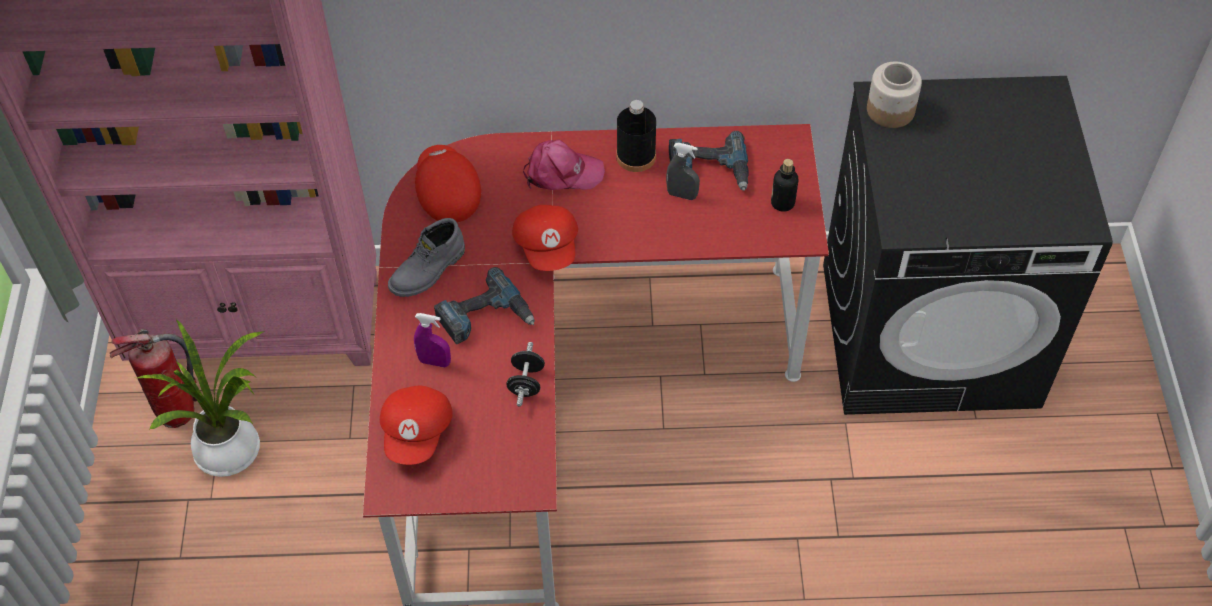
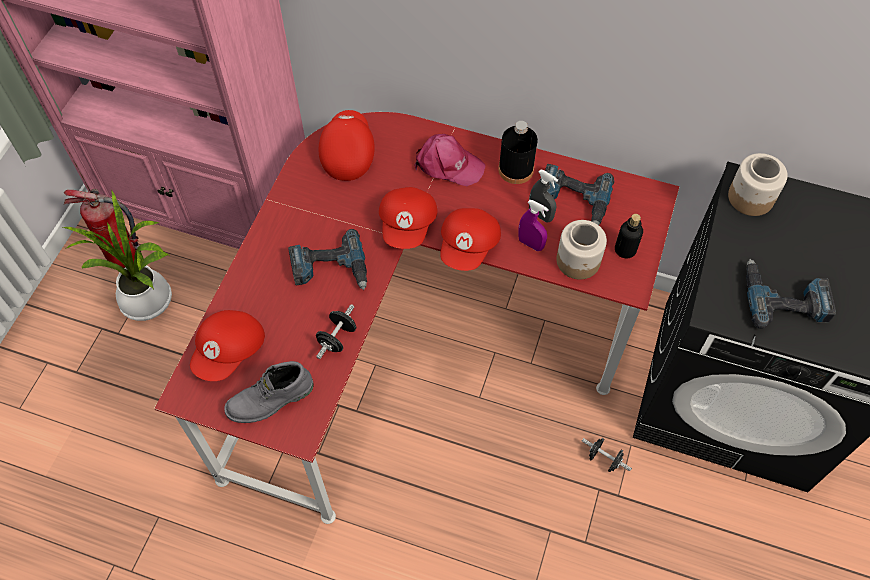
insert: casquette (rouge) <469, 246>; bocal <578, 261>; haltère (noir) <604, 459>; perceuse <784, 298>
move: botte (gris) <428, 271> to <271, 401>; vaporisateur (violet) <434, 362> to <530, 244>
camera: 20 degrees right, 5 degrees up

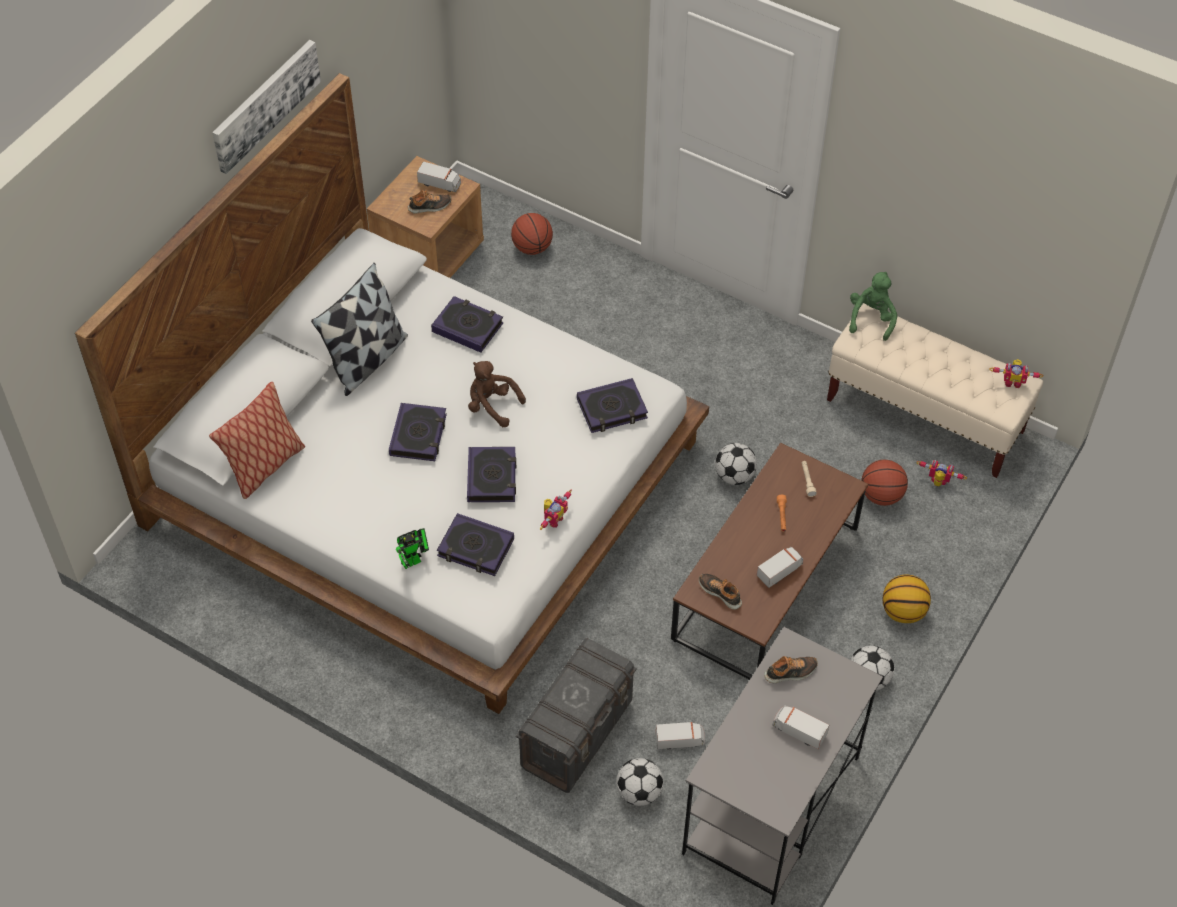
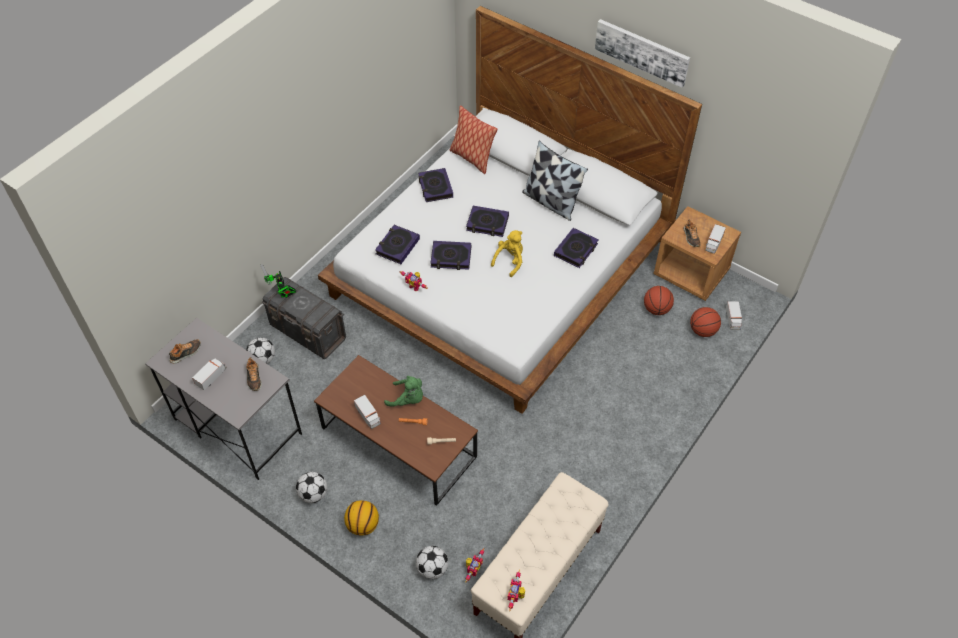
move: robot jouet <414, 560> to <283, 294>; livre <612, 409> to <435, 187>; camion jouet <680, 740> to <732, 319>; chaussure <720, 593> to <186, 353>; ballon de foot <734, 476> to <432, 568>; peluche (vert) <871, 319> to <408, 399>; ballon de basket <881, 495> to <656, 309>
recolor: peluche (marron) <492, 406> to peluche (jaune) <510, 261>
camera: 95 degrees right, 0 degrees up

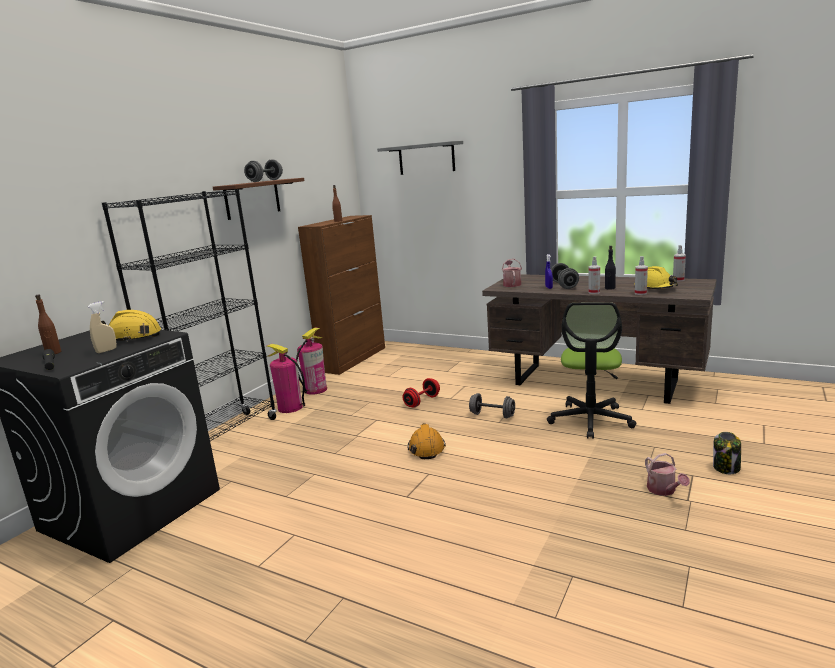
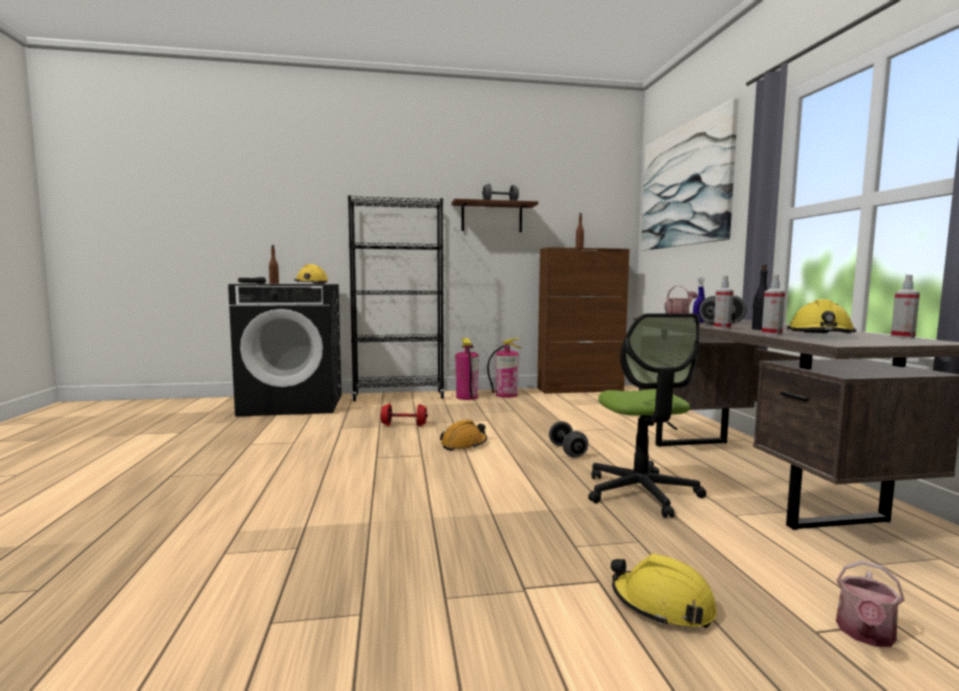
delete: vaporisateur (beige) <106, 350>
move: haltère (rouge) <422, 401> to <404, 425>; arrosoir <663, 490> to <865, 635>
replace: étagère (gris) <426, 158> to tableau <684, 186>; bocal <726, 468> to casque de chantier (jaune) <662, 605>
rotate: chaise de bureau <590, 420> = <641, 493> 75 degrees counterclockwise
camera: 50 degrees right, 10 degrees down

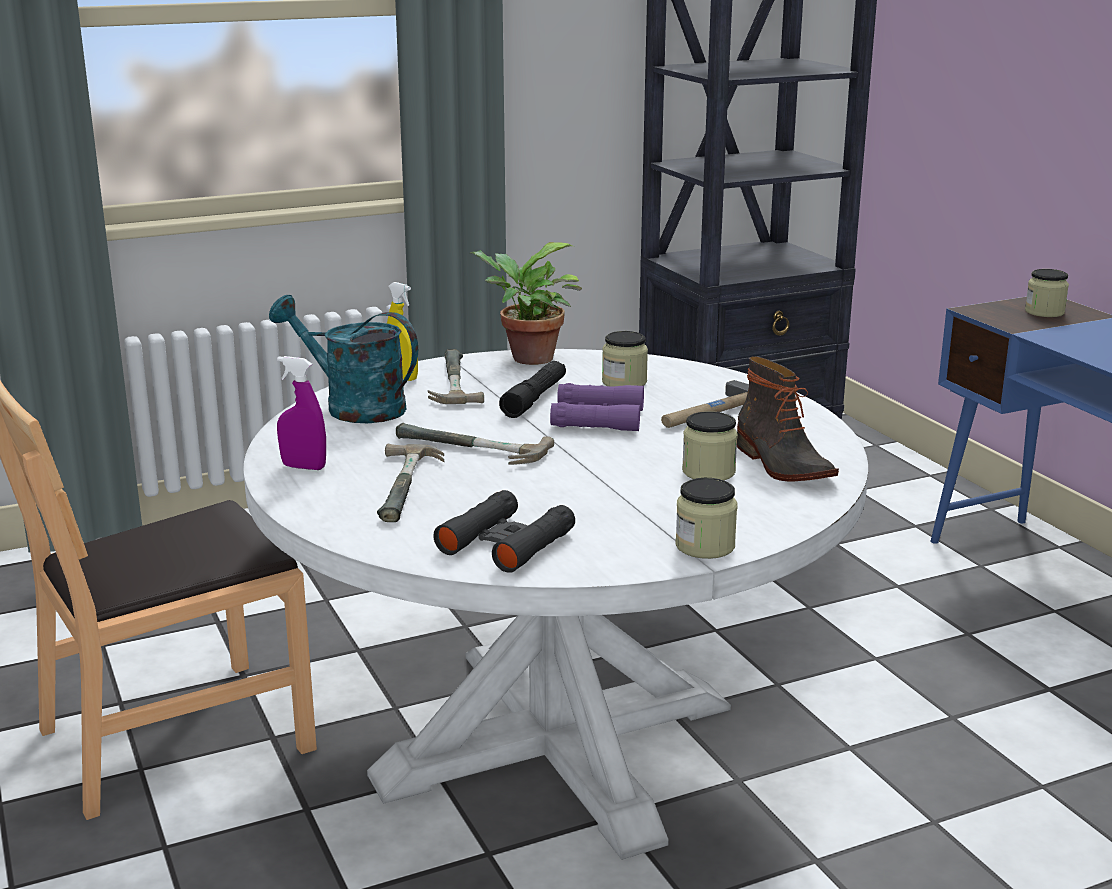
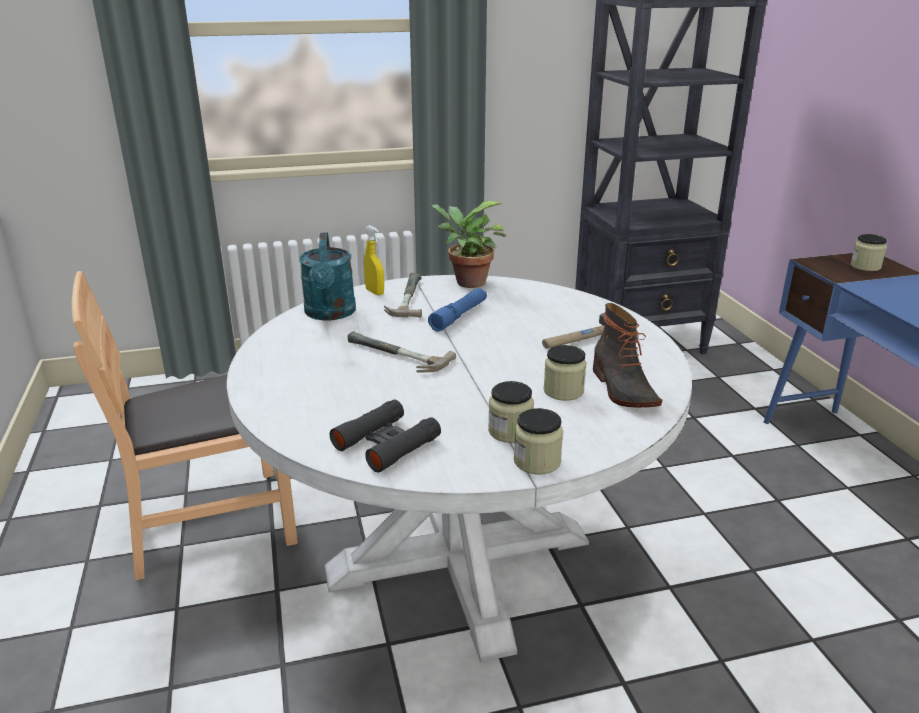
delete: vaporisateur (violet) <303, 467>; marteau <412, 486>; jumelles (violet) <597, 418>
move: bocal <624, 382> to <510, 431>
recolor: lampe de poche (noir) <535, 399> to lampe de poche (bleu) <459, 316>
rotate: arrosoir (turquoise) <353, 407> = <330, 314> 135 degrees counterclockwise
camera: 10 degrees right, 5 degrees up

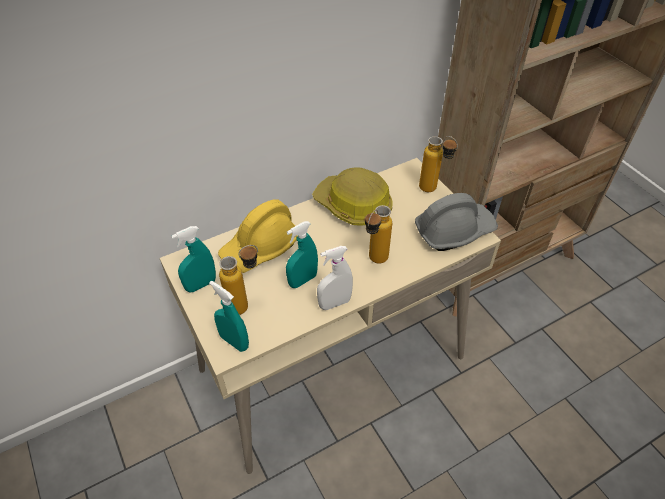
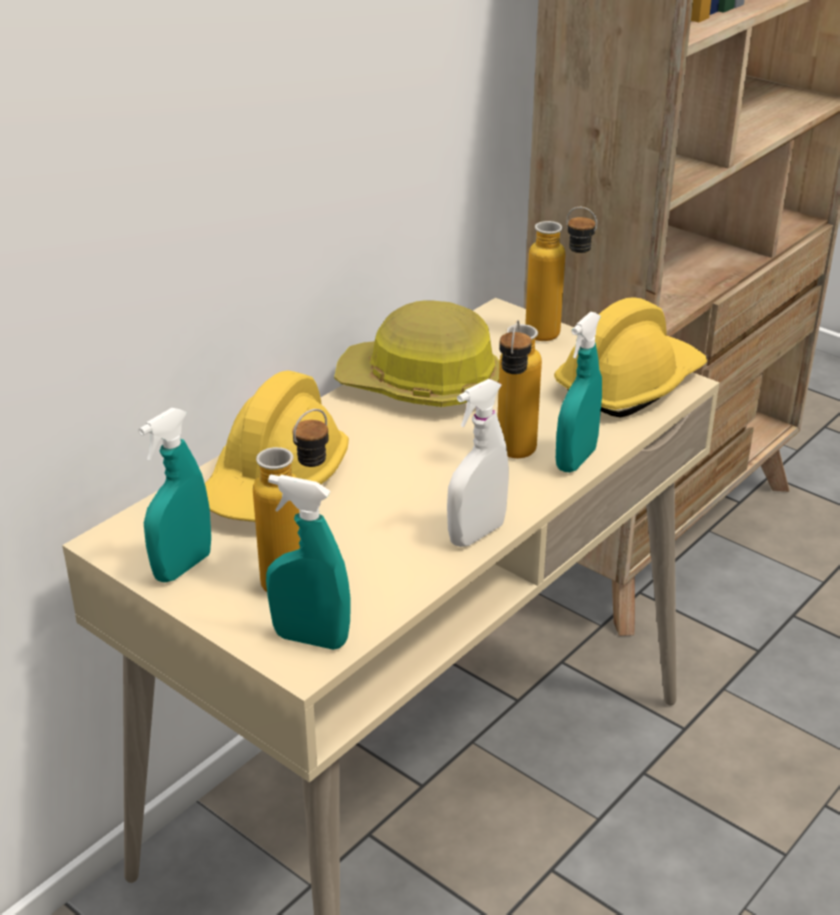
move: vaporisateur (turquoise) <302, 280> to <576, 460>
recolor: casque de chantier (gris) <454, 230> to casque de chantier (jaune) <629, 385>
camera: 20 degrees left, 15 degrees down

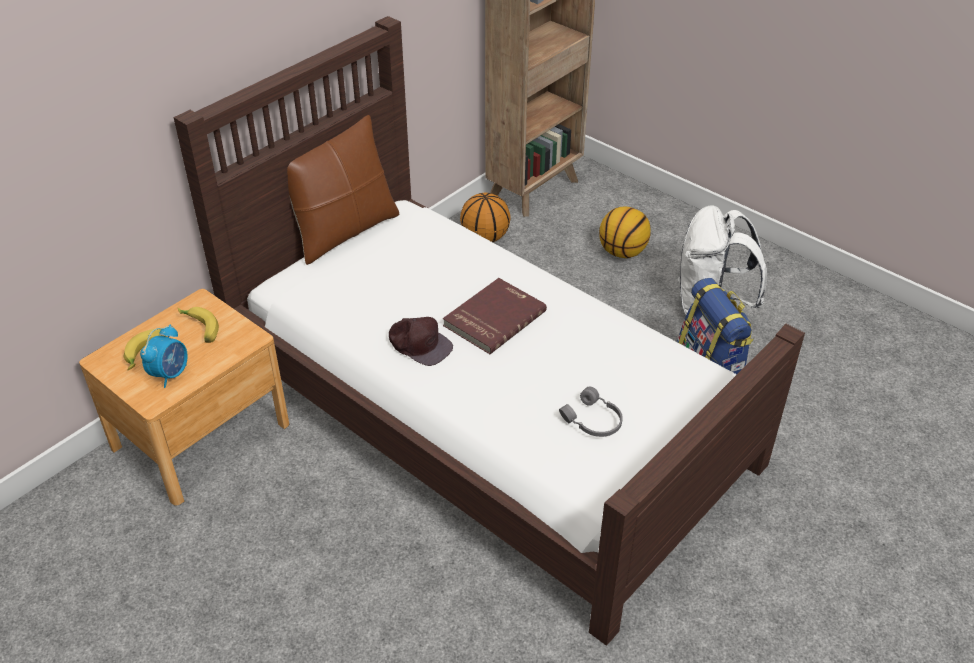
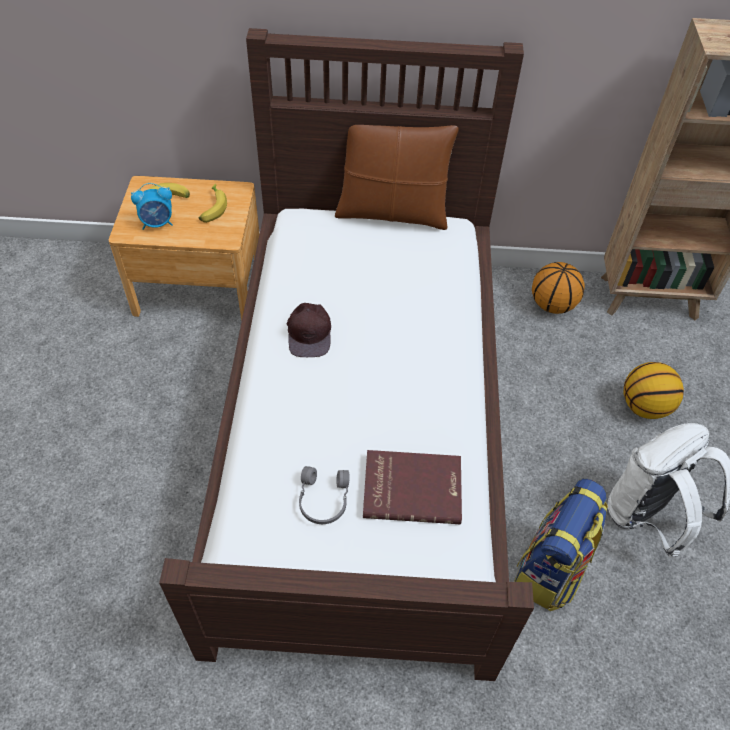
move: livre (rouge) <493, 318> to <412, 487>
camera: 50 degrees right, 10 degrees up

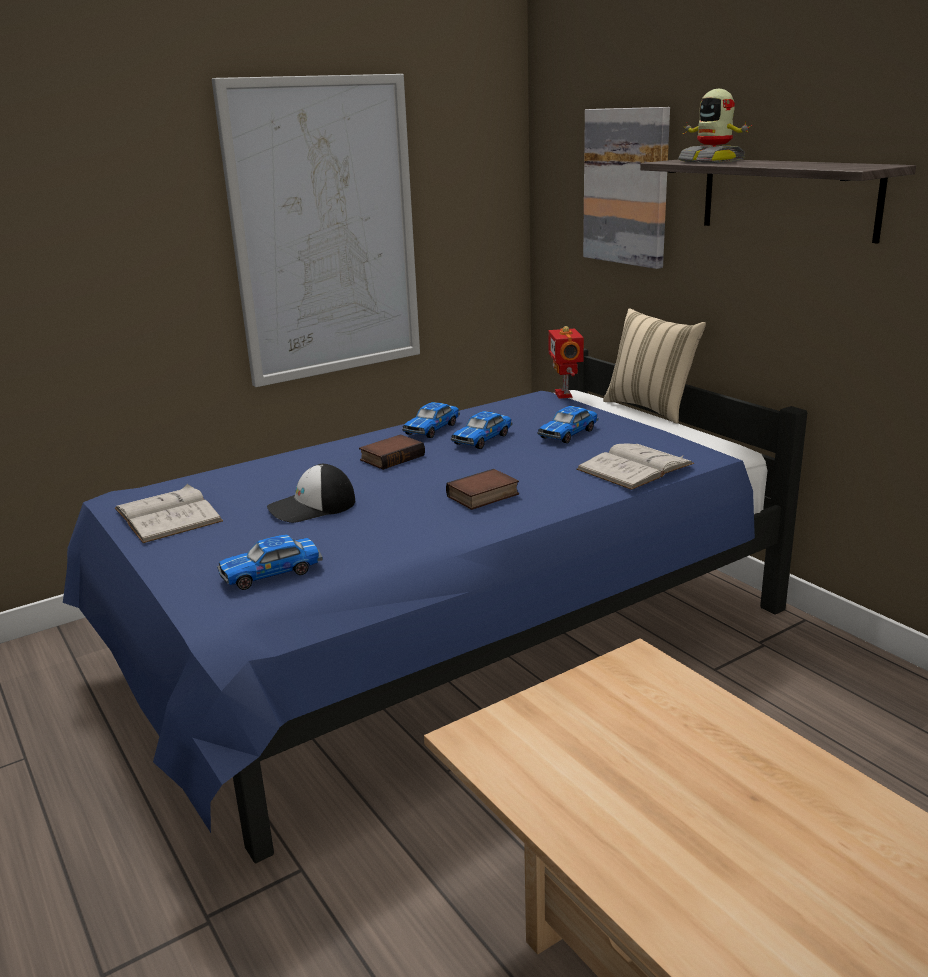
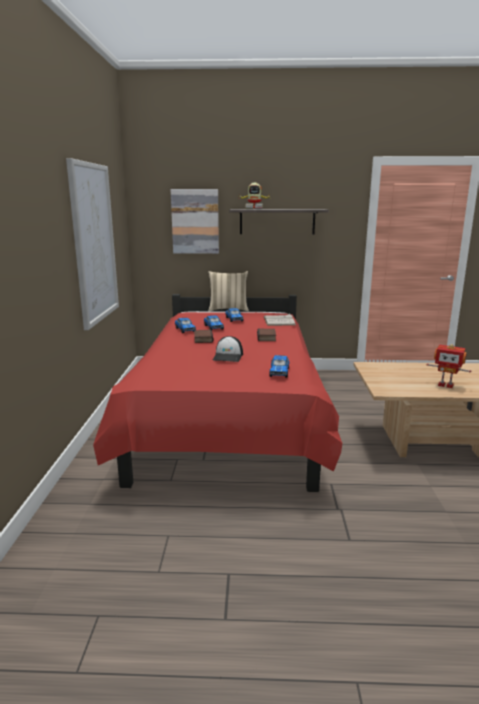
delete: livre (blanc) <167, 515>
move: robot jouet <565, 394> to <445, 385>
recolor: lit (bleu) <442, 642> to lit (rouge) <227, 419>
camera: 55 degrees left, 5 degrees down

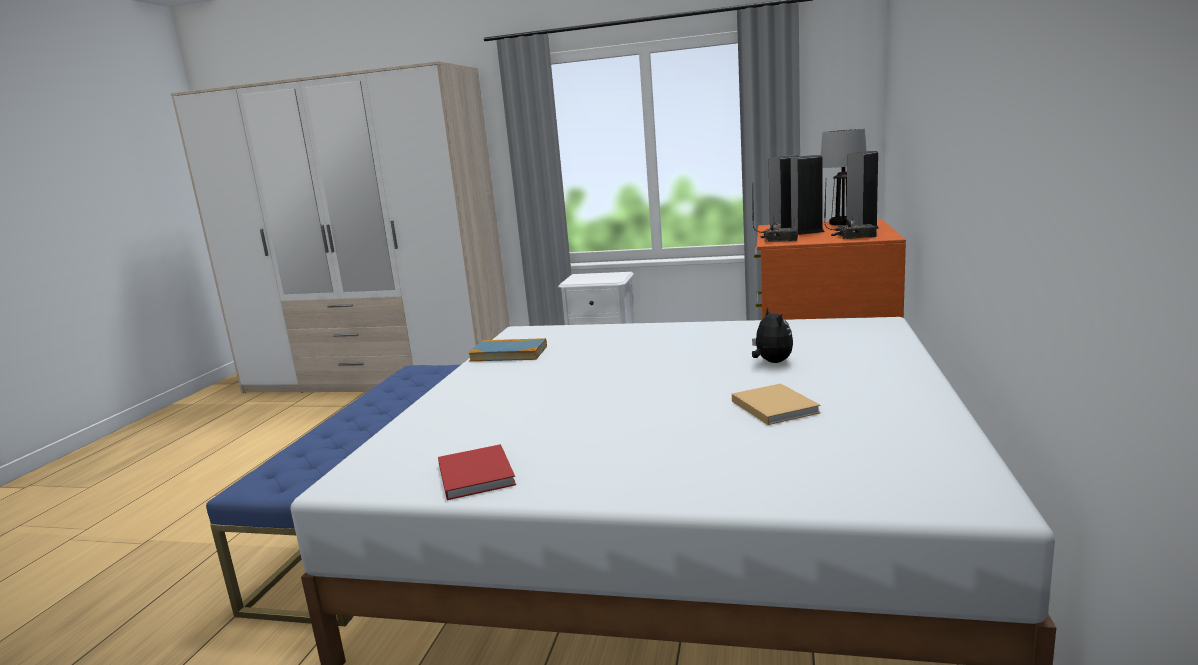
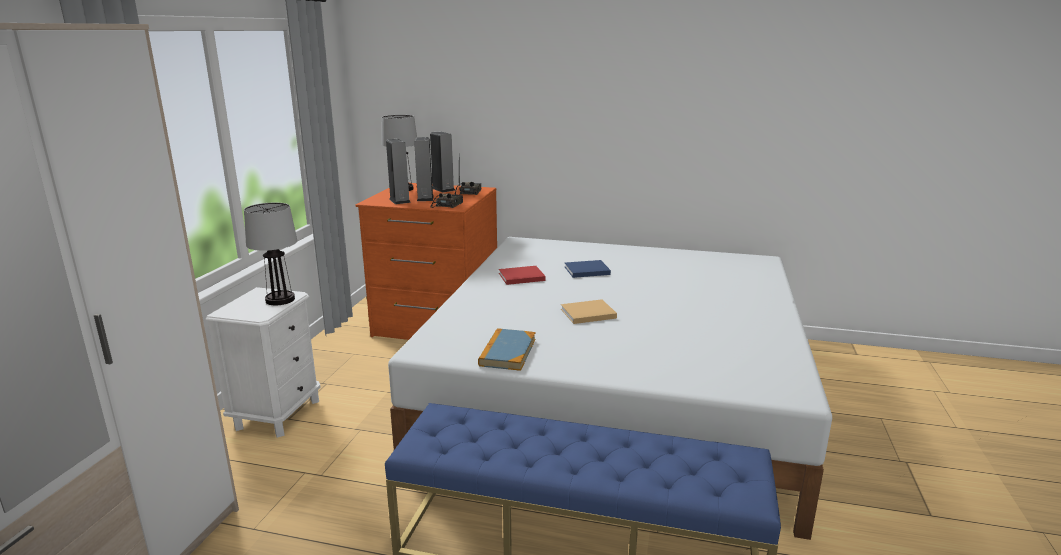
insert: lampe de table <279, 300>
move: livre (rouge) <475, 473> to <520, 277>; livre (beige) <773, 406> to <586, 314>
replace: peluche <771, 362> to livre (bleu) <585, 270>
camera: 90 degrees left, 5 degrees up

